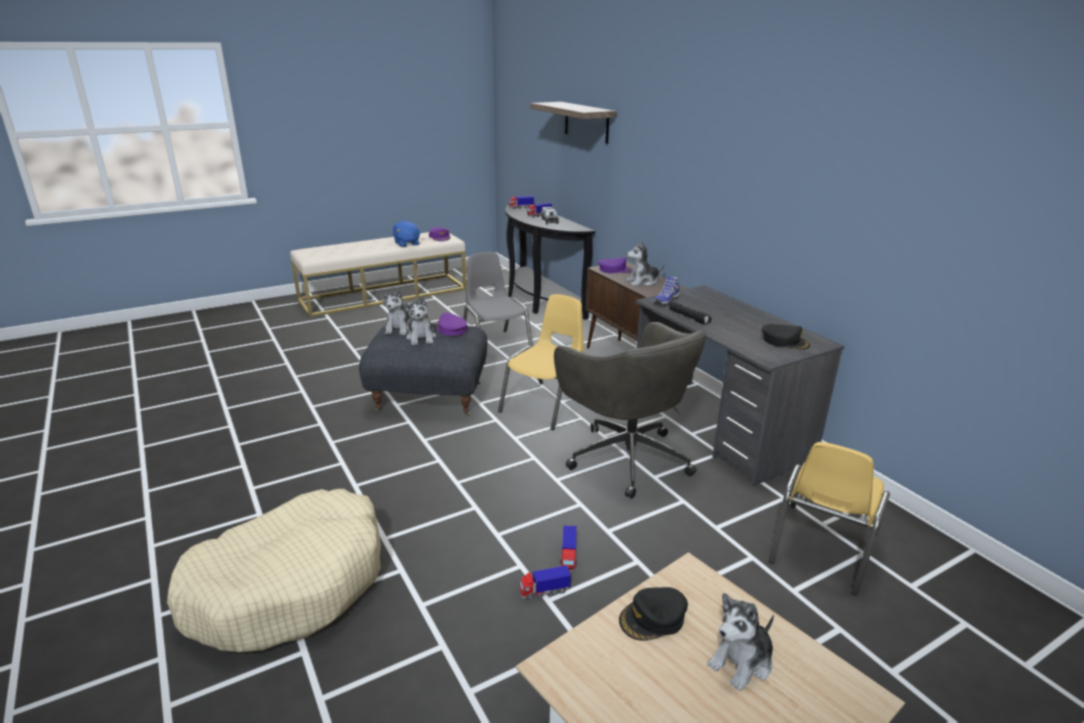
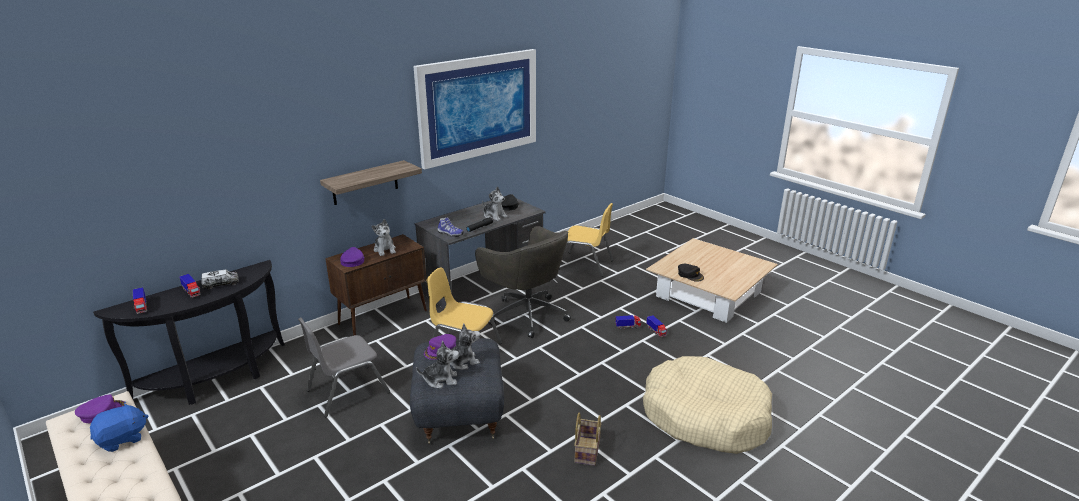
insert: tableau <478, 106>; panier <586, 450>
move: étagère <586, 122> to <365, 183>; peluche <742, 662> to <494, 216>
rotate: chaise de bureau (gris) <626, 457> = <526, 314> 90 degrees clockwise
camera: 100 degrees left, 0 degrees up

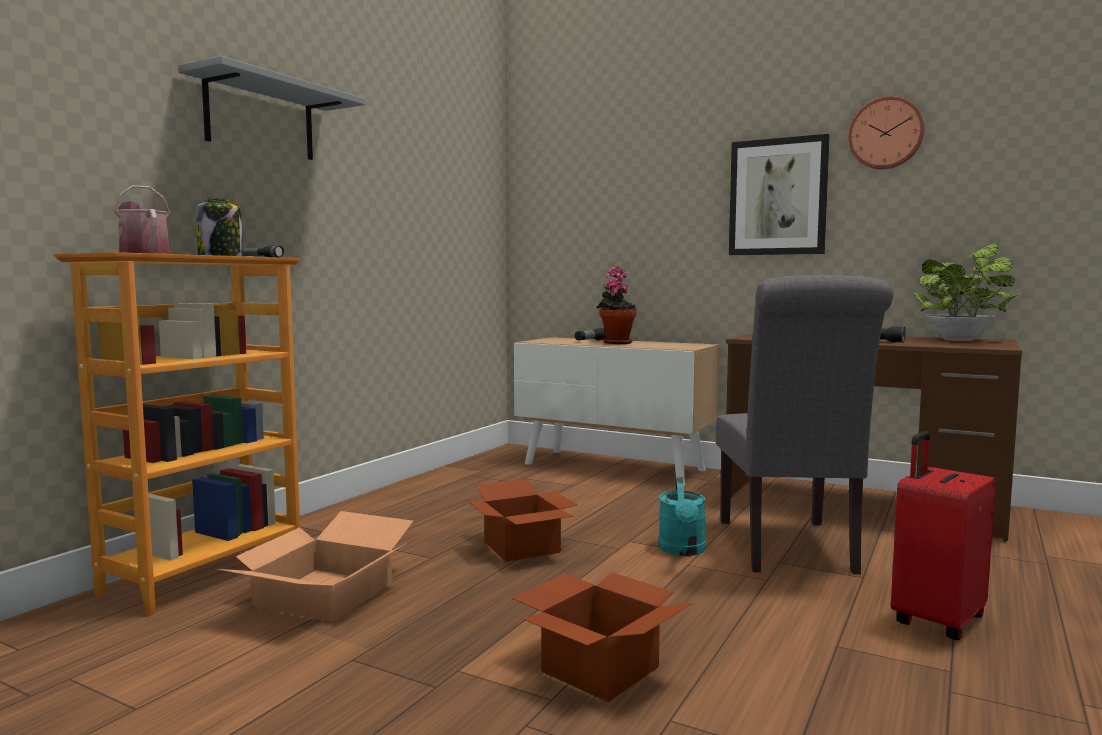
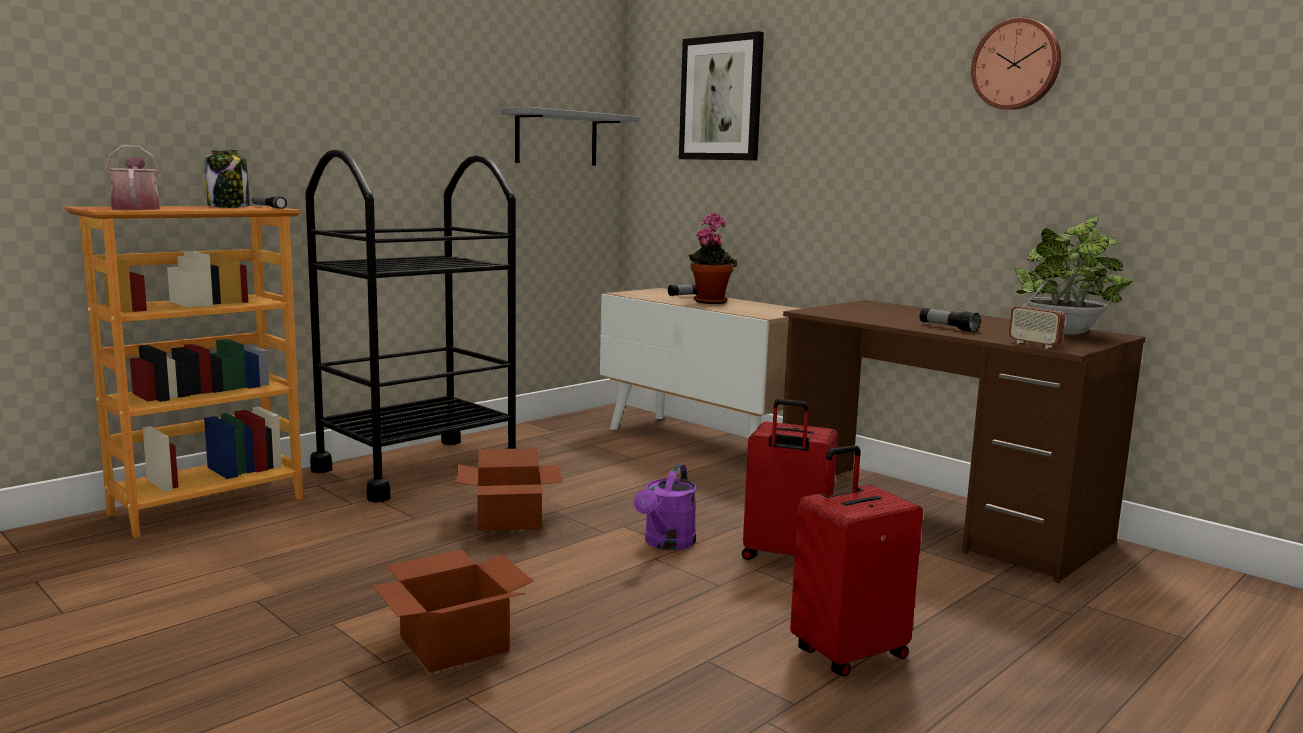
delete: carton <325, 594>
insert: chariot (noir) <417, 468>; radio <1034, 345>
move: étagère (gris) <260, 119> to <556, 138>; tableau <778, 197> to <721, 98>
replace: chaise (gris) <789, 549> to valise (rouge) <784, 557>
recolor: arrosoir (turquoise) <682, 551> to arrosoir (violet) <666, 543>
camera: 15 degrees right, 5 degrees up

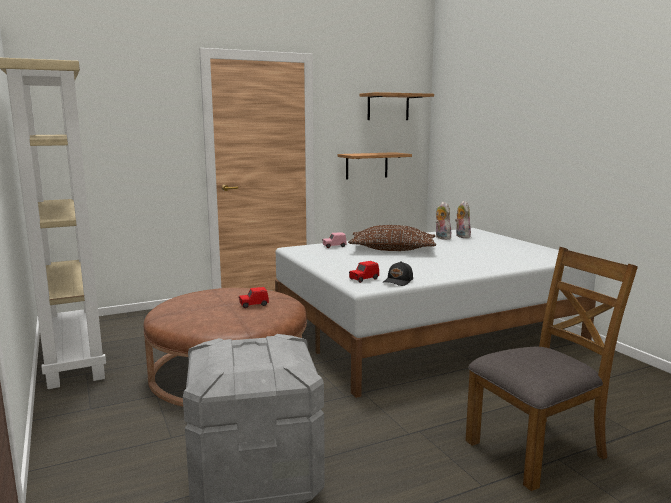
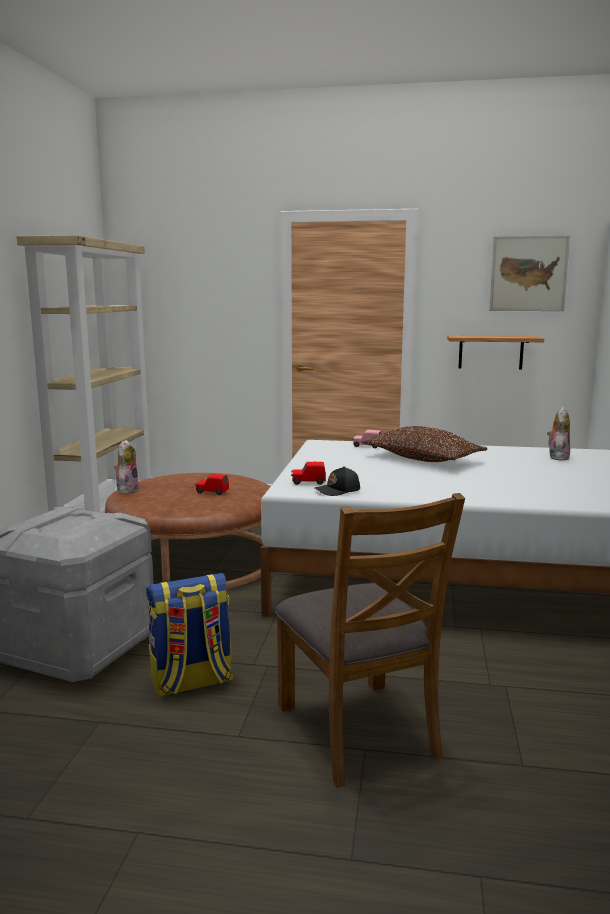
insert: sac à dos <191, 682>
move: peluche <441, 238> to <127, 490>
replace: étagère <388, 107> to tableau <528, 274>
rotate: chaise (marron) <537, 449> = <359, 730> 60 degrees clockwise
camera: 35 degrees right, 0 degrees up

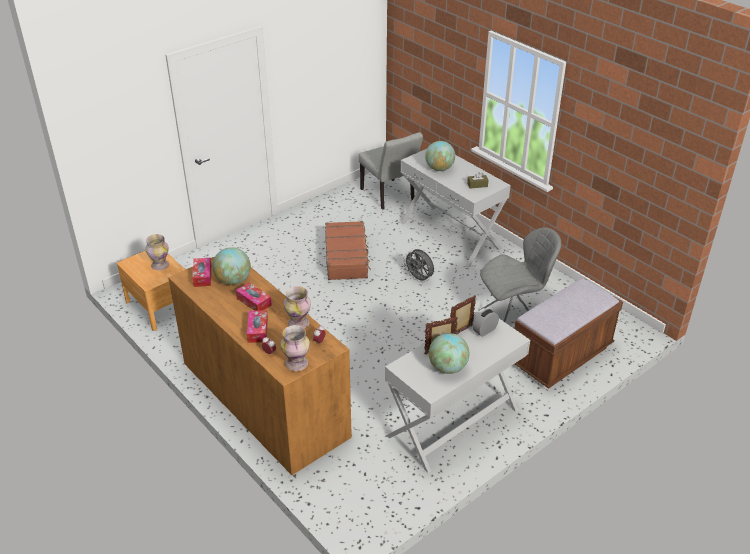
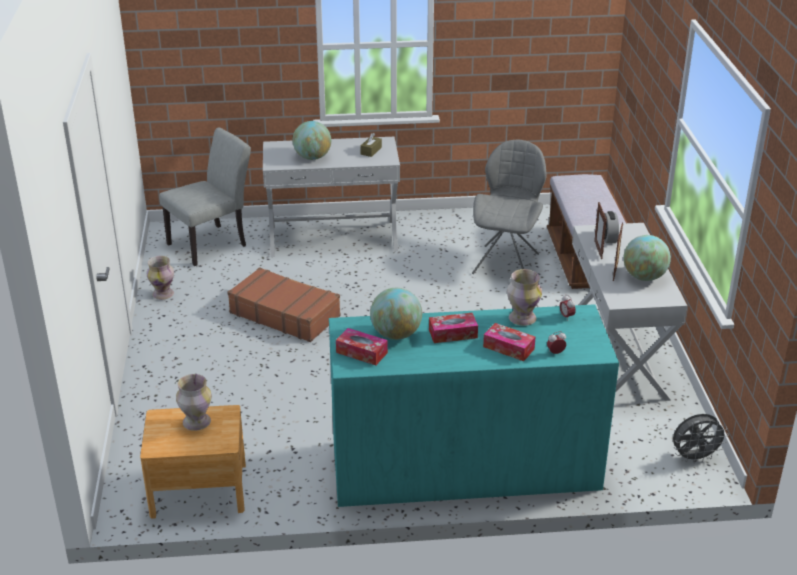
move: vase <297, 363> to <163, 294>; ventilateur (gris) <419, 278> to <694, 457>
recolor: commode (marron) <264, 399> to commode (turquoise) <464, 465>
rotate: chaise (gris) <389, 196> = <212, 243> 45 degrees counterclockwise
camera: 55 degrees left, 5 degrees down

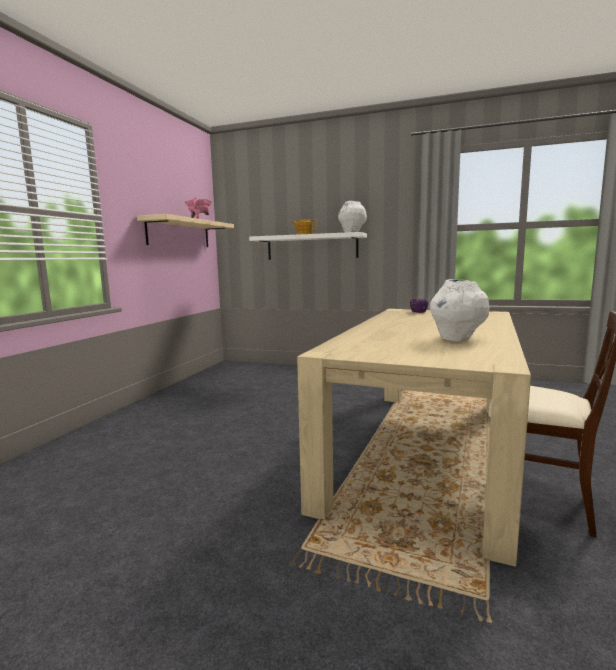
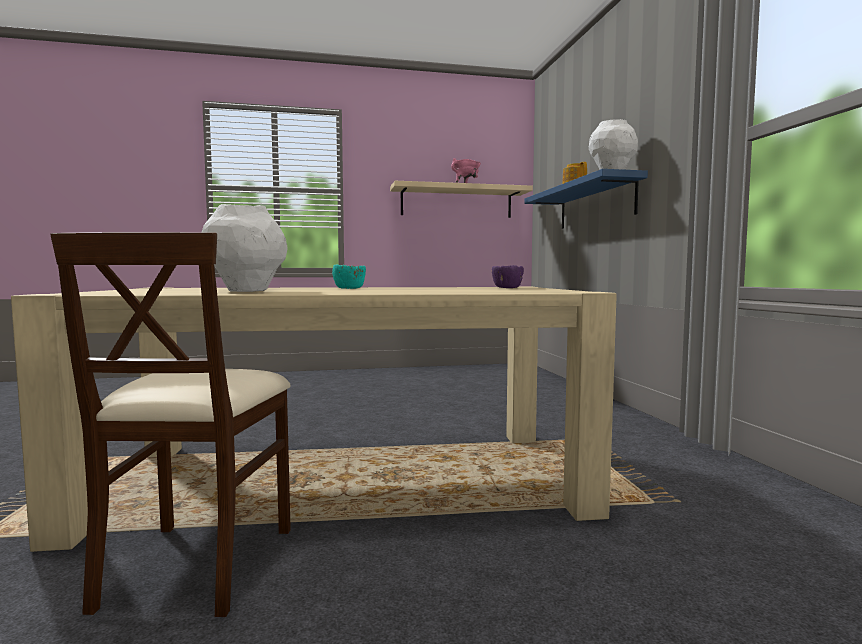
insert: bol (turquoise) <349, 288>
recolor: étagère (blanc) <311, 247> to étagère (bleu) <595, 204>
camera: 60 degrees right, 5 degrees down

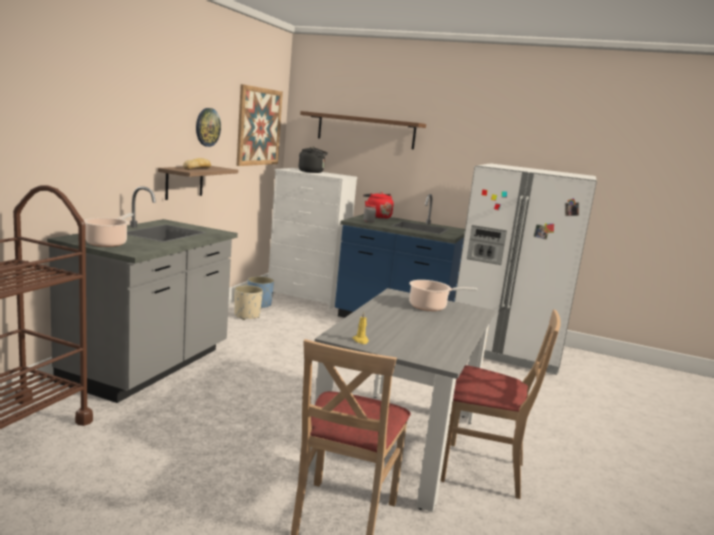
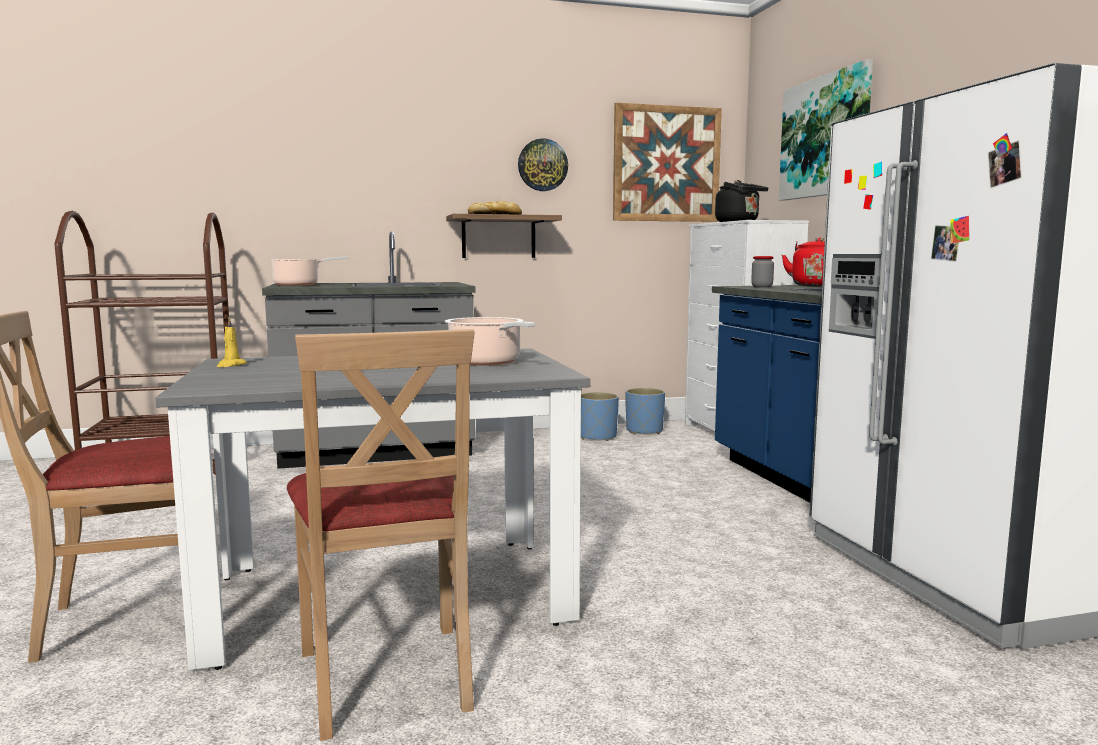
replace: étagère (marron) <365, 130> to tableau <825, 136>
recolor: cache-pot (beige) <247, 316> to cache-pot (bleu) <598, 437>
camera: 55 degrees right, 5 degrees down

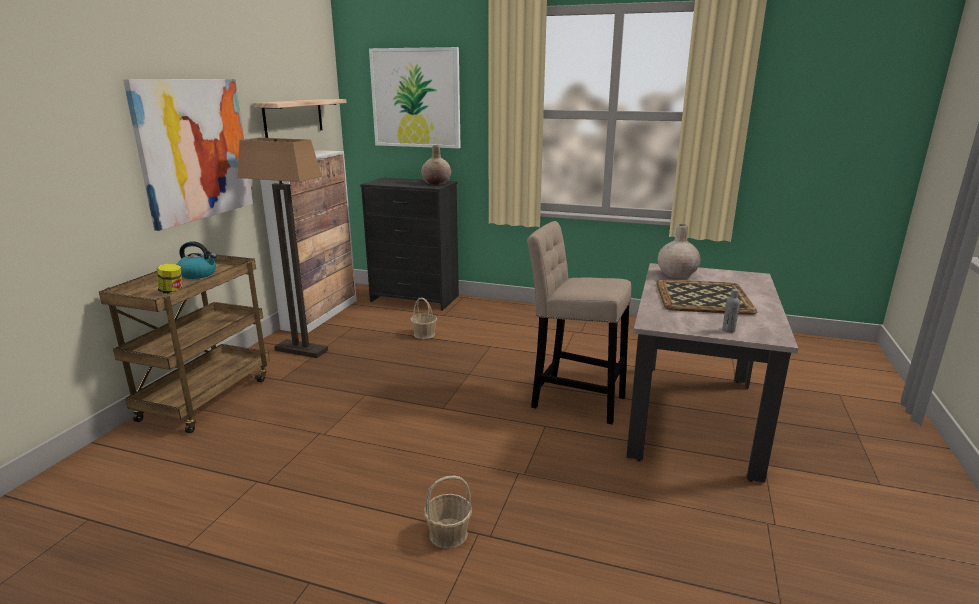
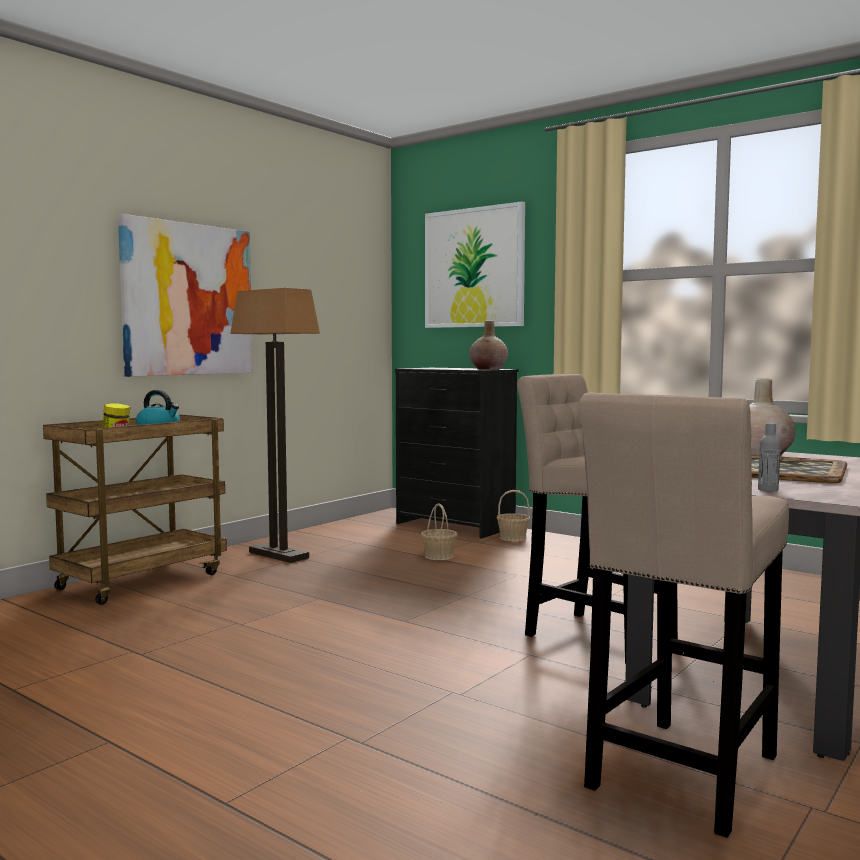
delete: étagère <293, 117>; meuble de rangement <321, 314>
insert: tabouret (beige) <680, 777>
move: panier <448, 534> to <512, 538>
camera: 20 degrees right, 15 degrees down

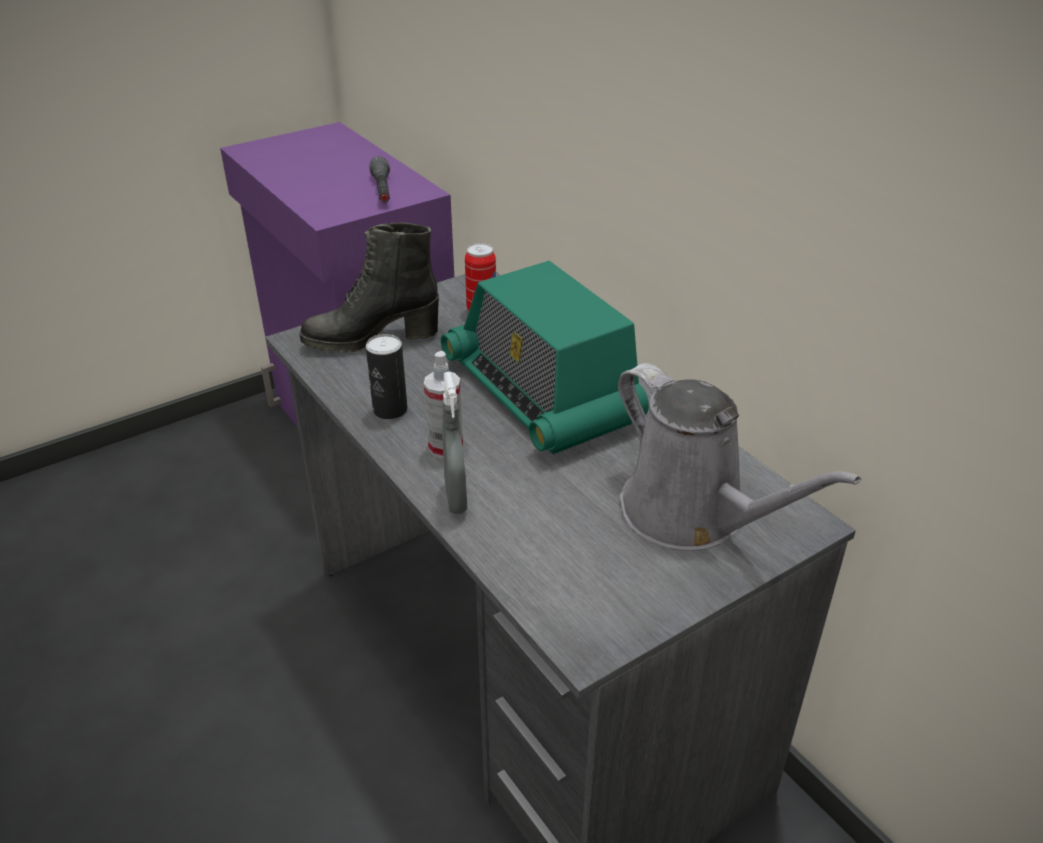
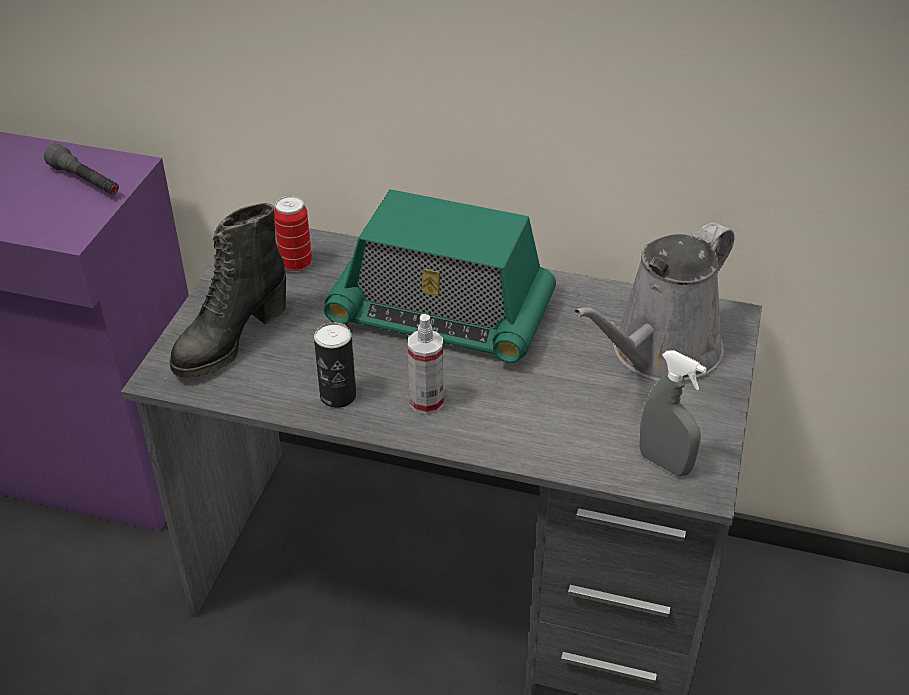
move: vaporisateur (gris) <456, 498> to <664, 463>
rotate: arrosoir (gris) <692, 515> = <659, 353> 120 degrees clockwise
camera: 40 degrees left, 5 degrees up

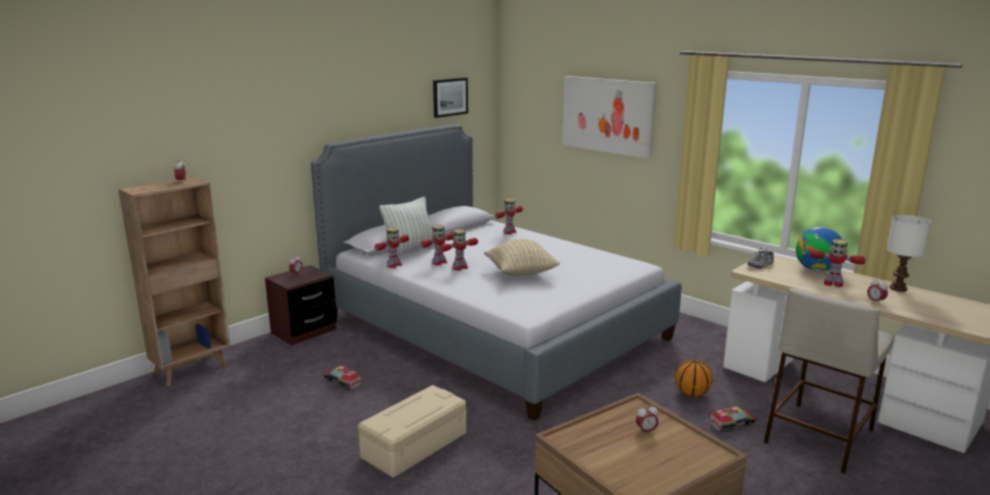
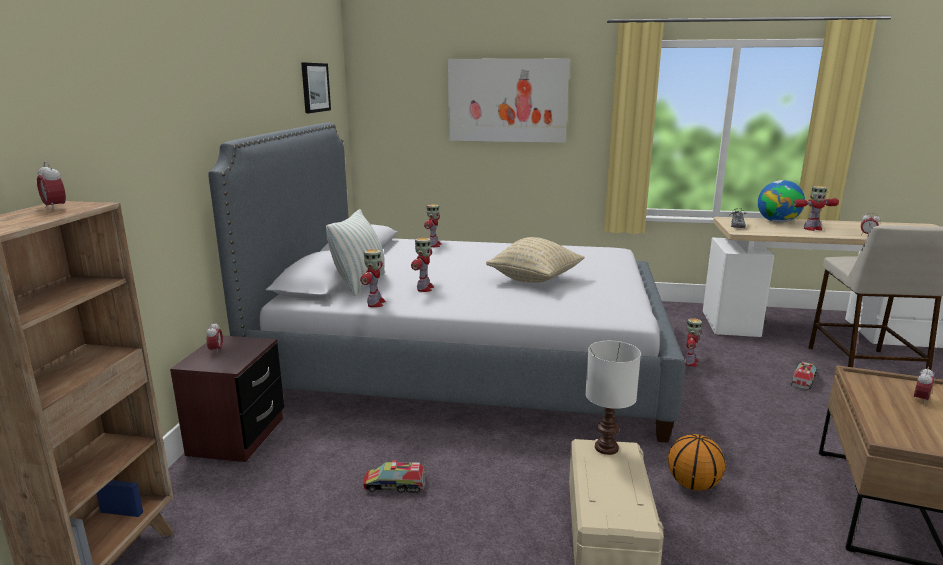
move: robot jouet <460, 268> to <690, 362>; ballon de basket <692, 394> to <693, 485>; lampe de table (blanc) <897, 288> to <605, 447>
camera: 35 degrees left, 0 degrees up

